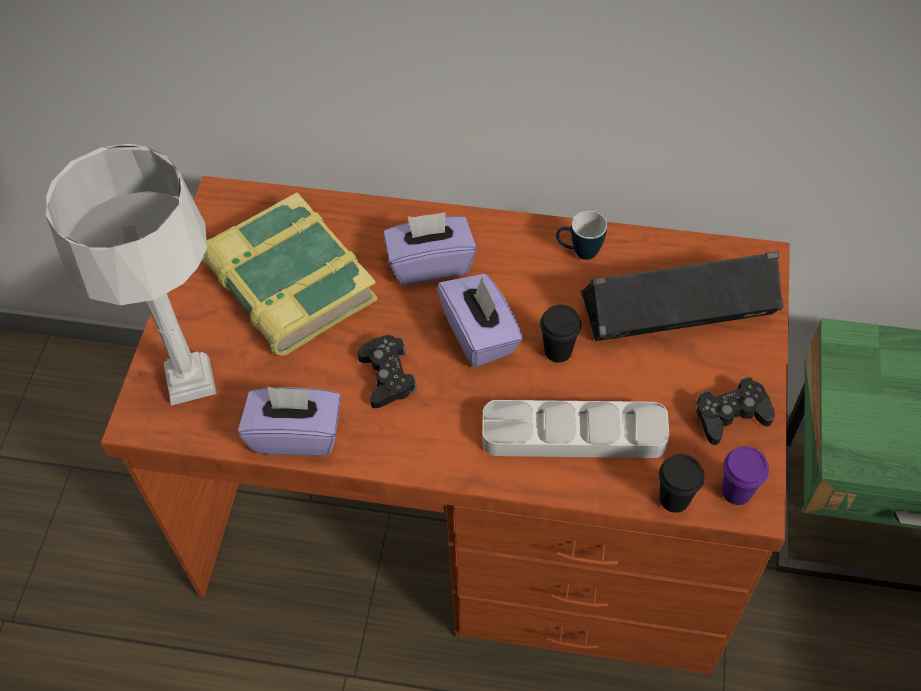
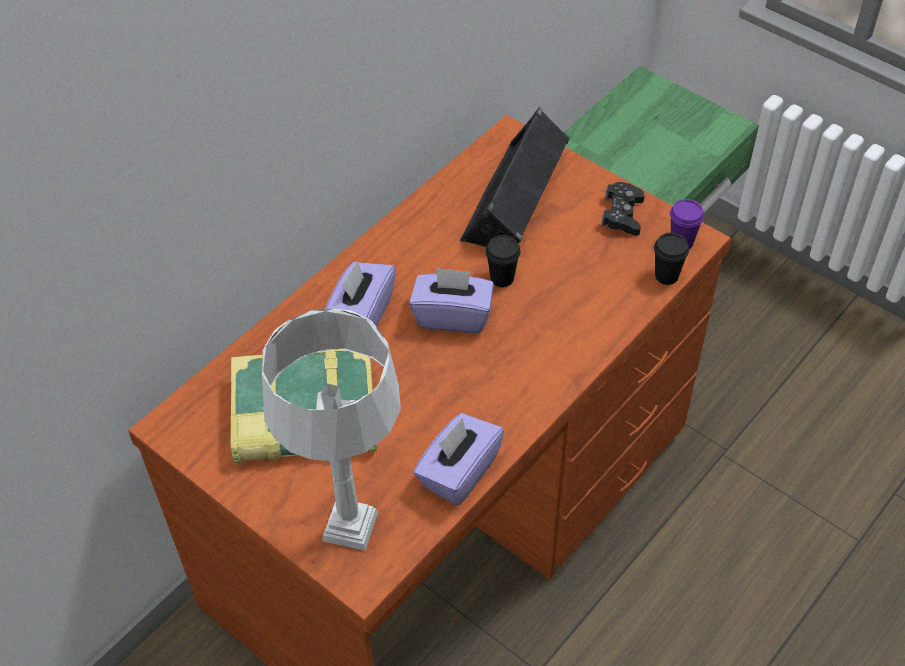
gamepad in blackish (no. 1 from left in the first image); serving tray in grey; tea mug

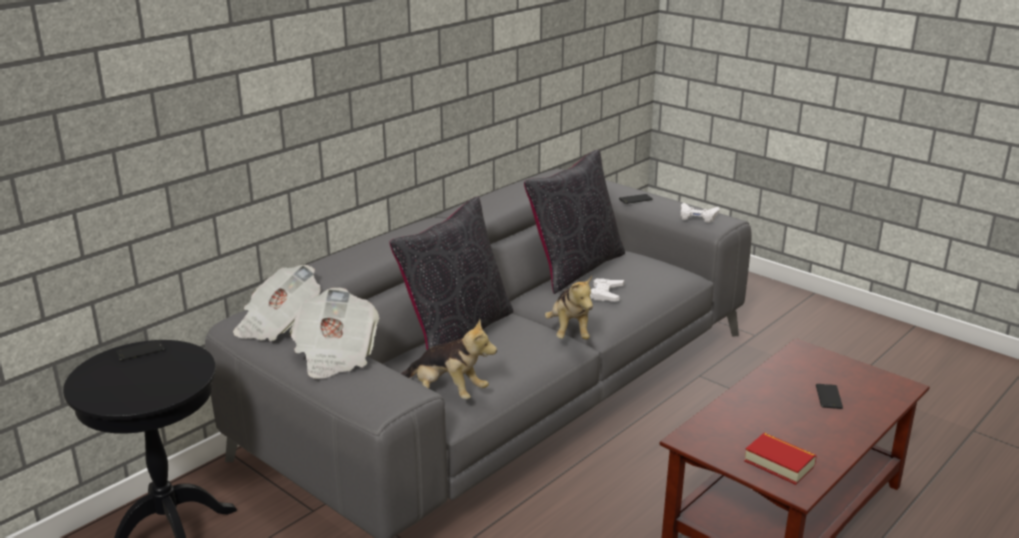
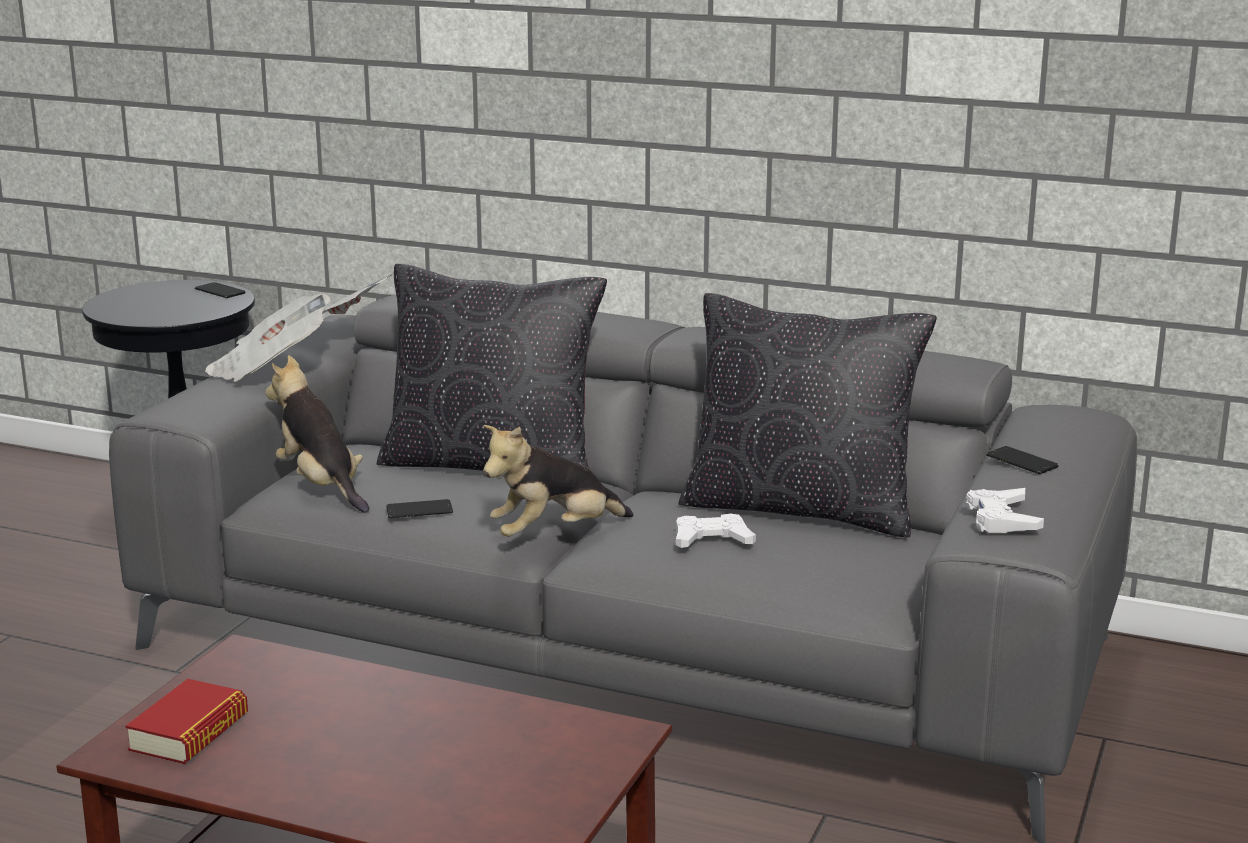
cuddly toy (no. 1 from left); telephone (no. 2 from left)

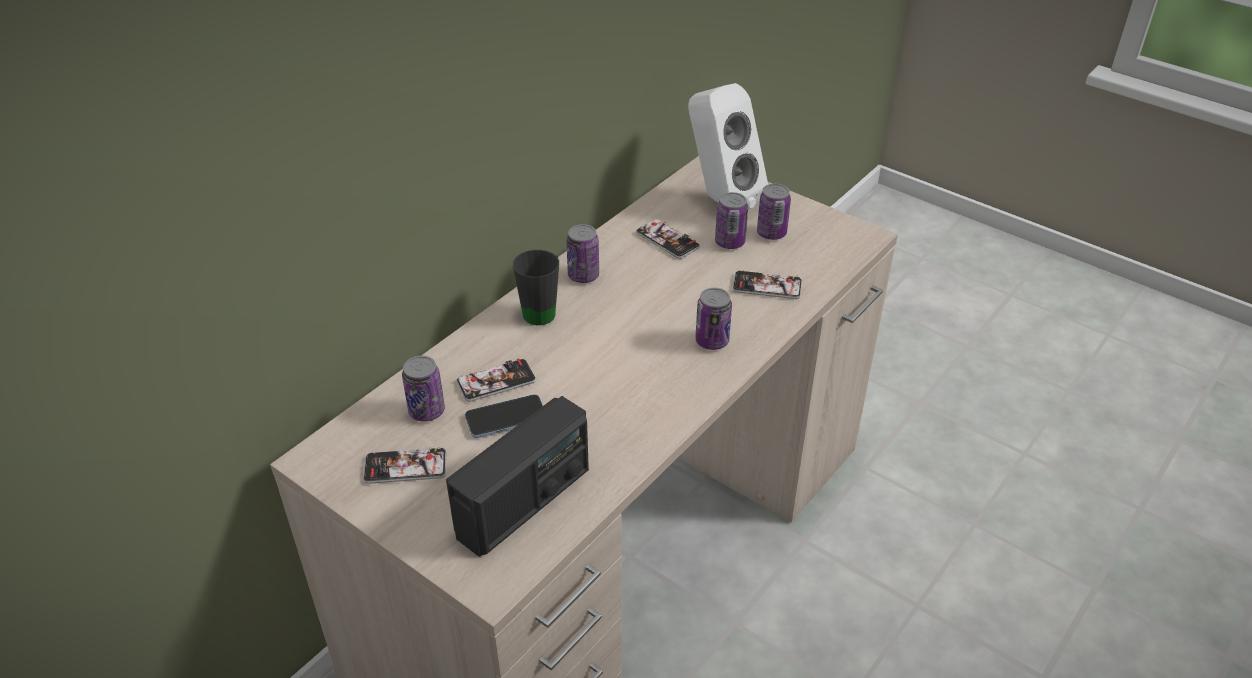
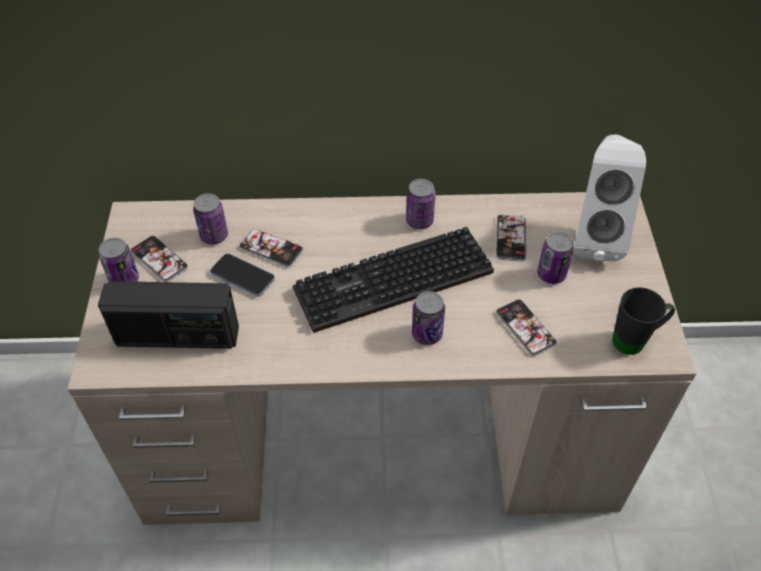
tea mug in blackish; metal can (no. 1 from left); keyboard

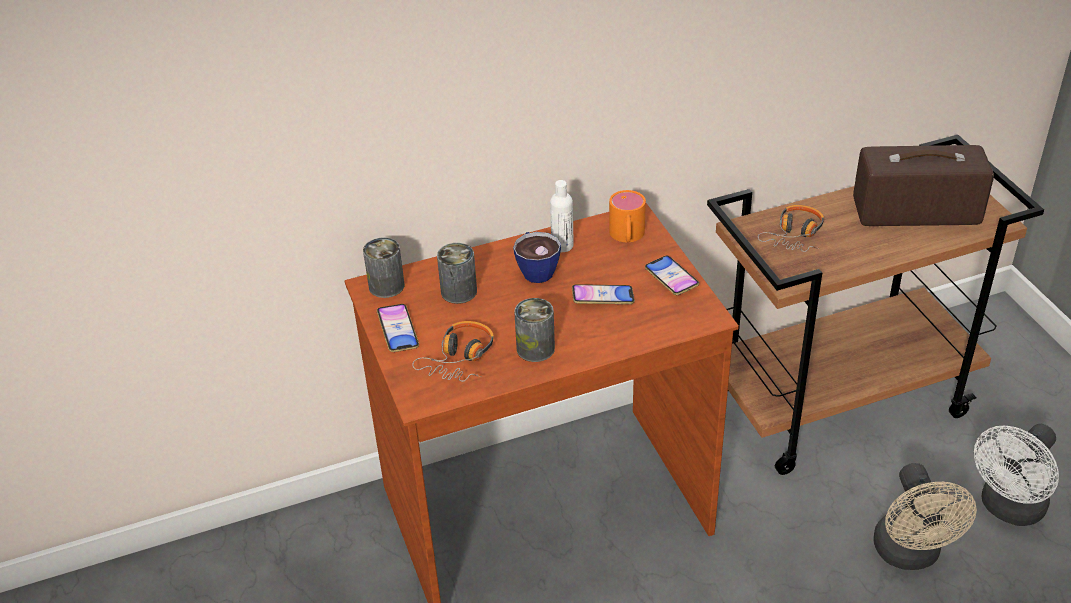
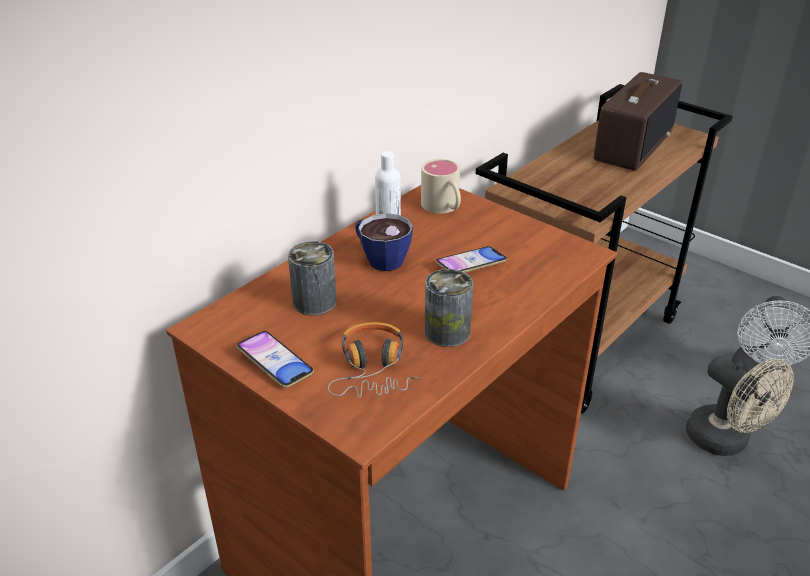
metal can (no. 1 from left in the first image); tea mug in beige; telephone (no. 3 from left in the first image); headphones (no. 2 from left in the first image); radio set

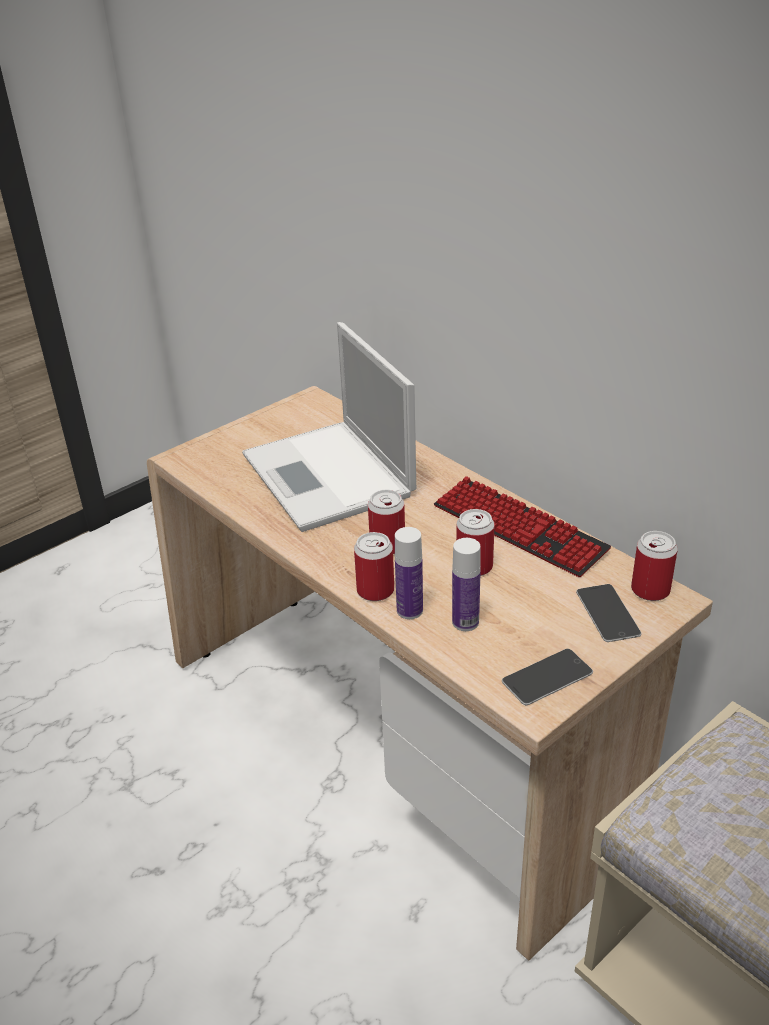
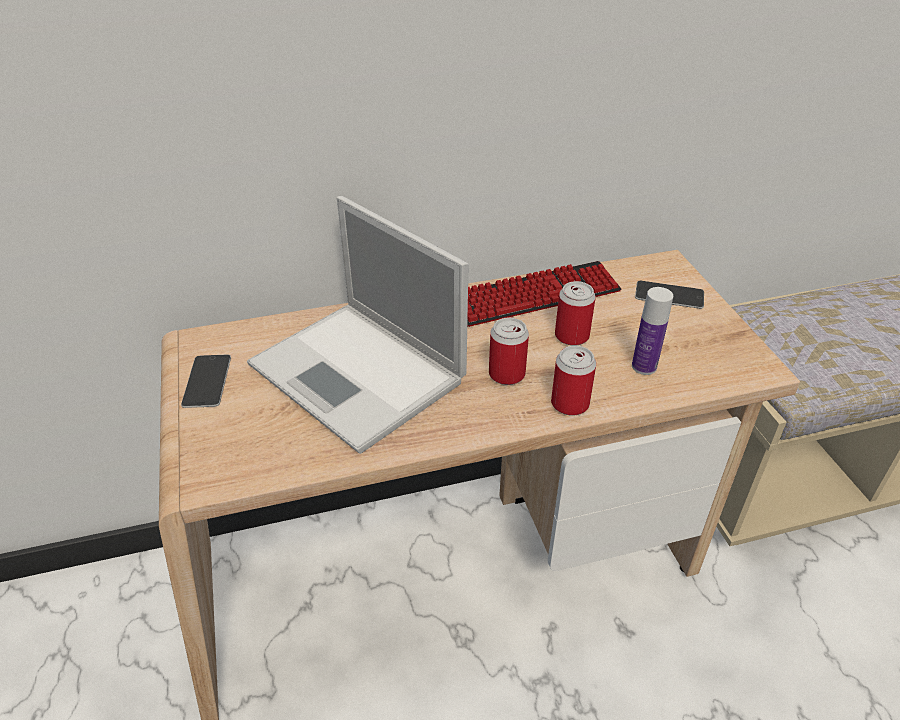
laptop; drink bottle (no. 1 from left in the first image); telephone (no. 1 from left); metal can (no. 4 from left in the first image)

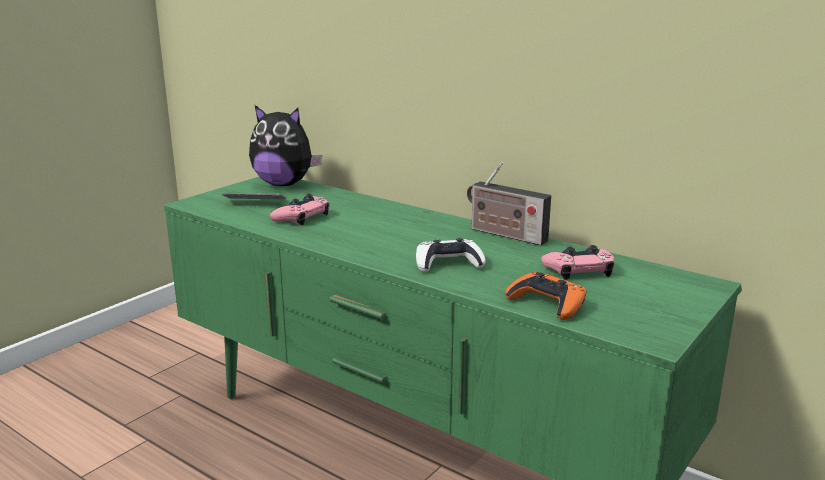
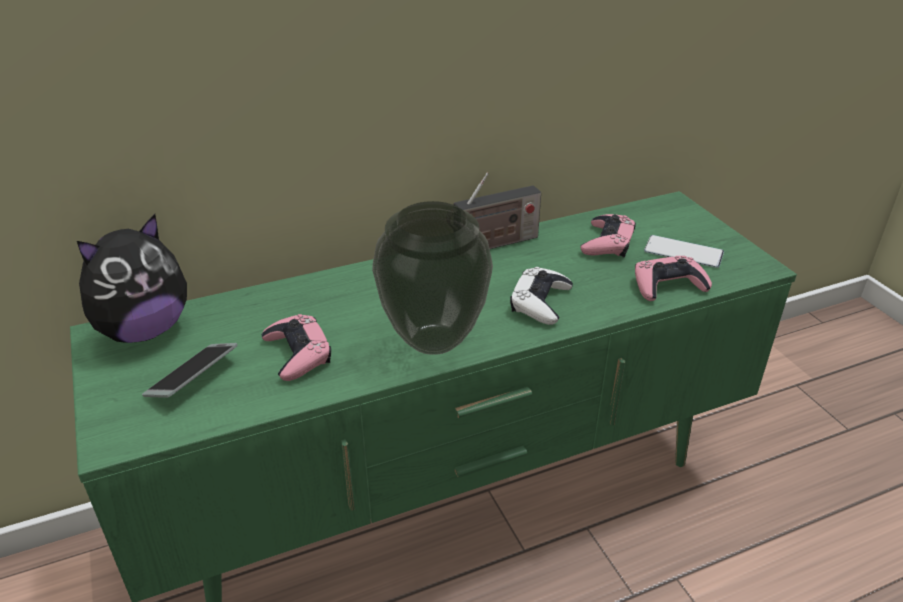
gamepad in pink-coloured (no. 3 from left); decorative vase; telephone (no. 2 from left)

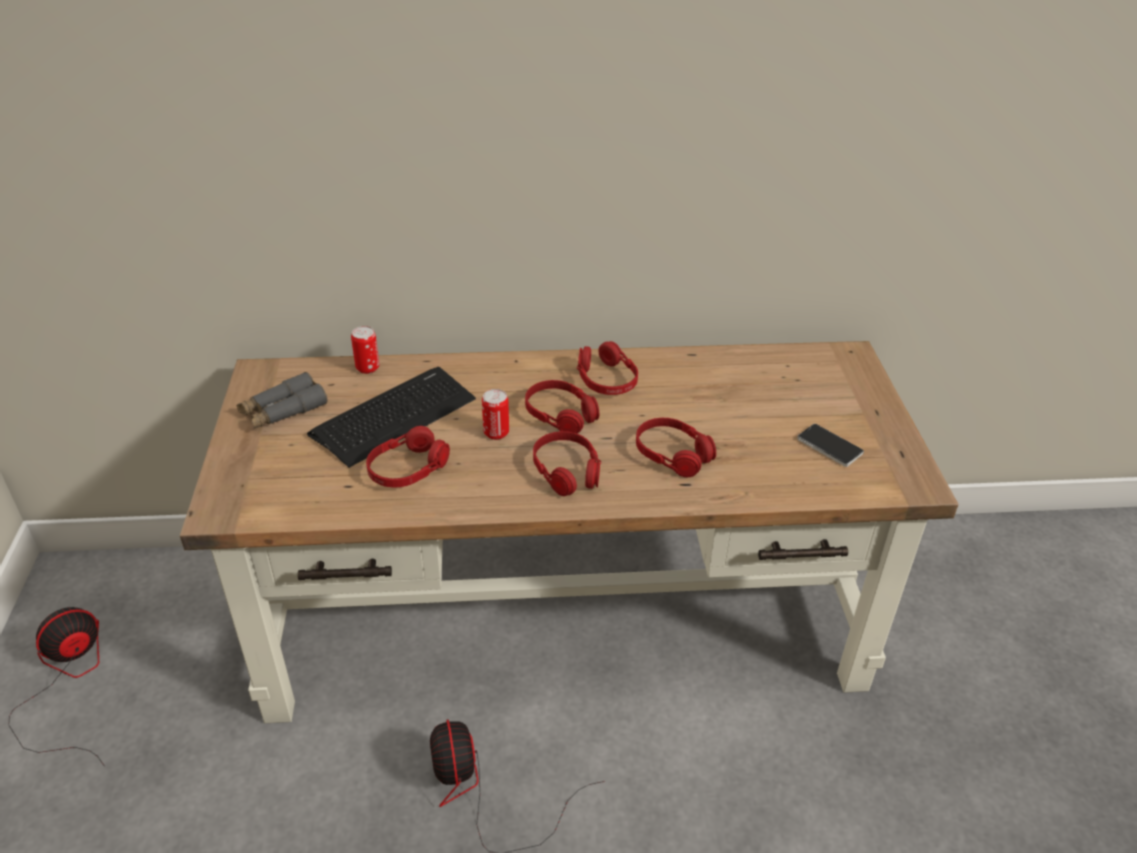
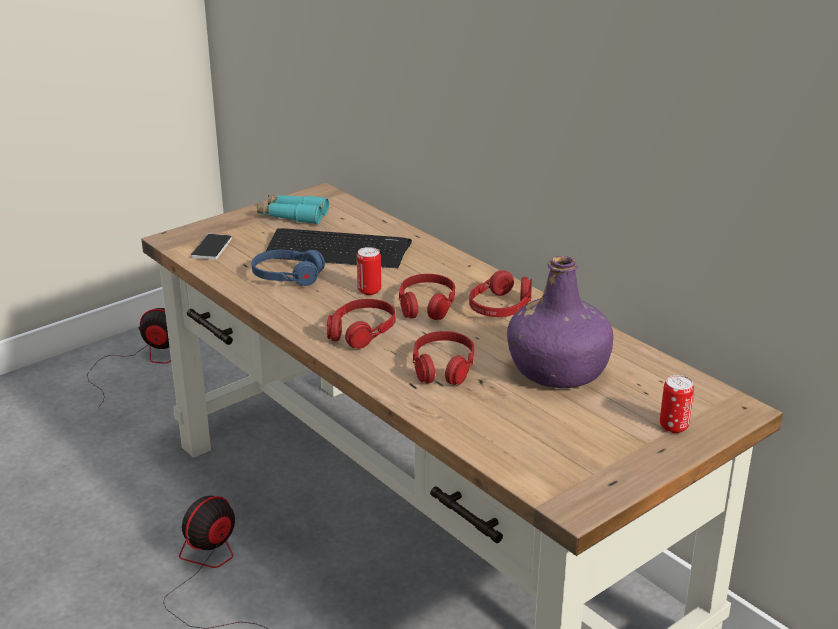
field glasses in blue-green; metal can (no. 2 from left); headphones in blue; telephone; drink bottle in purple-coloured

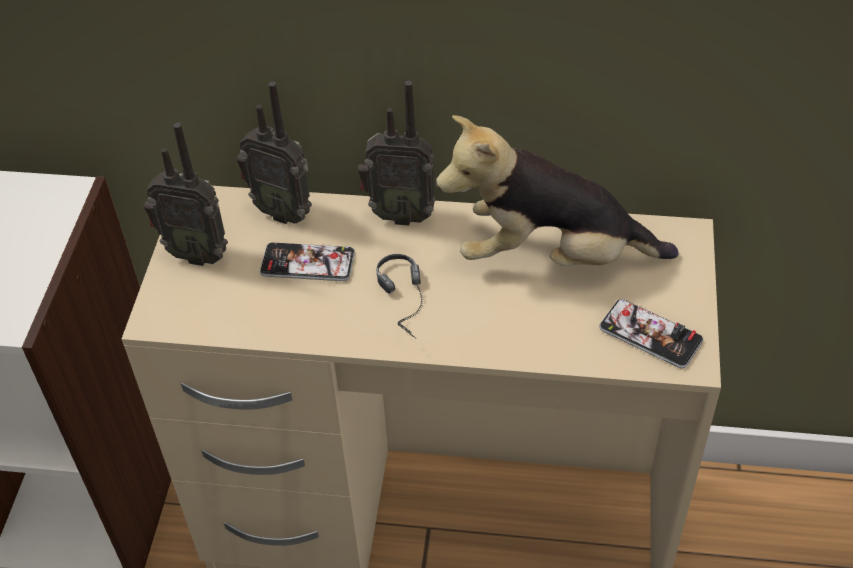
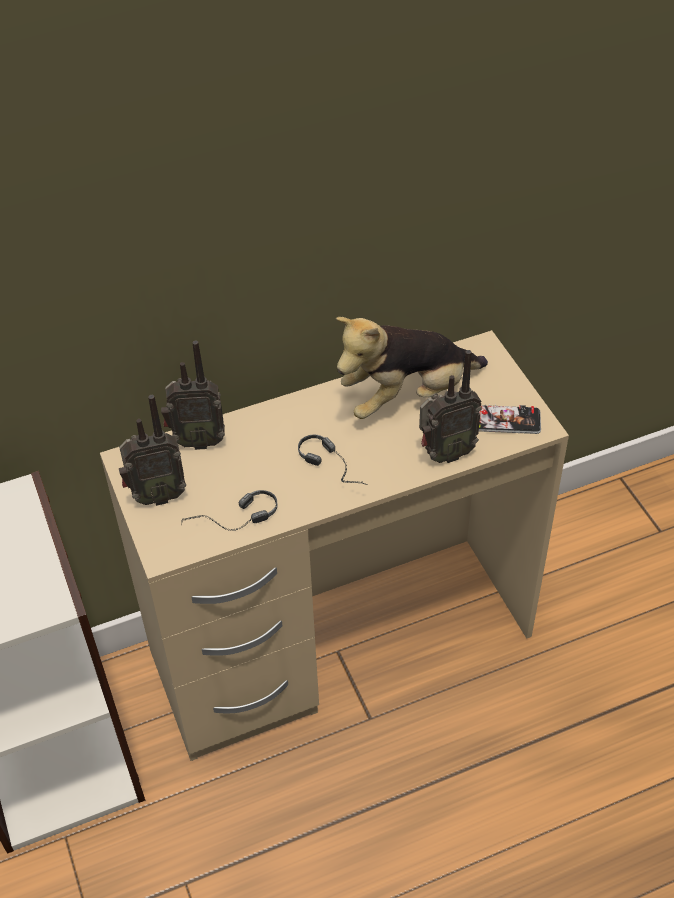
telephone (no. 1 from left in the first image); radio set (no. 3 from left); headphones (no. 1 from left)

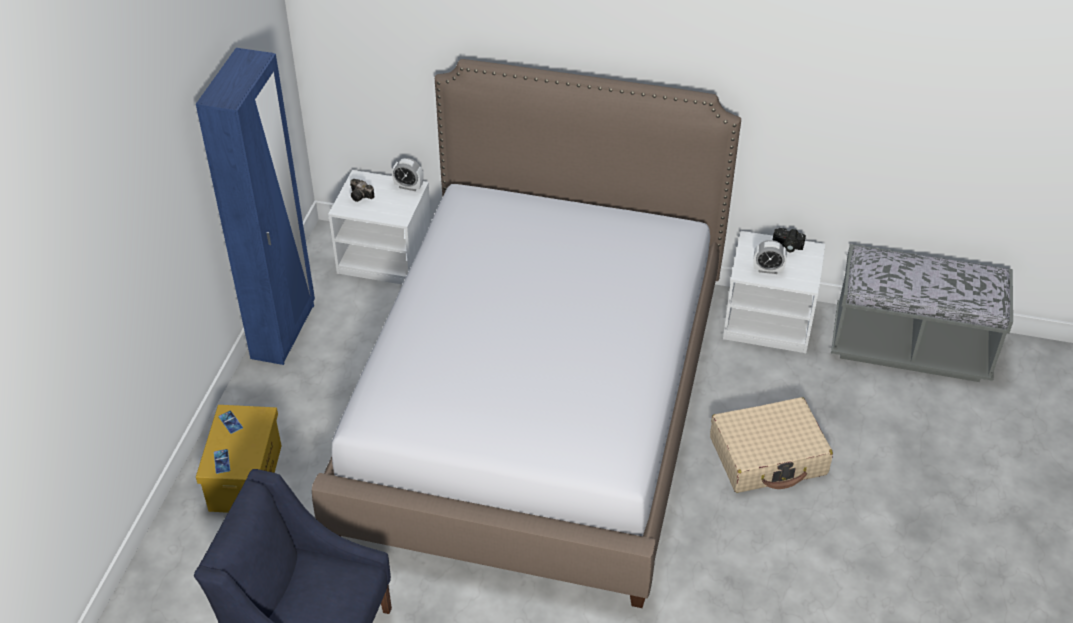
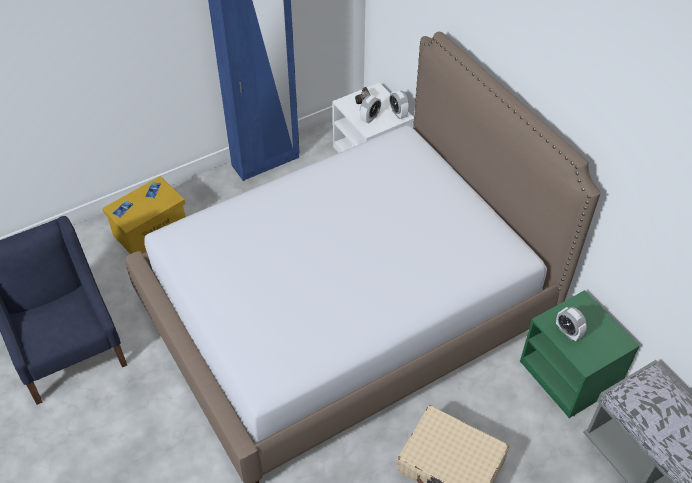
nightstand in green-coloured; photo camera (no. 2 from left in the first image); alarm clock (no. 1 from left)

